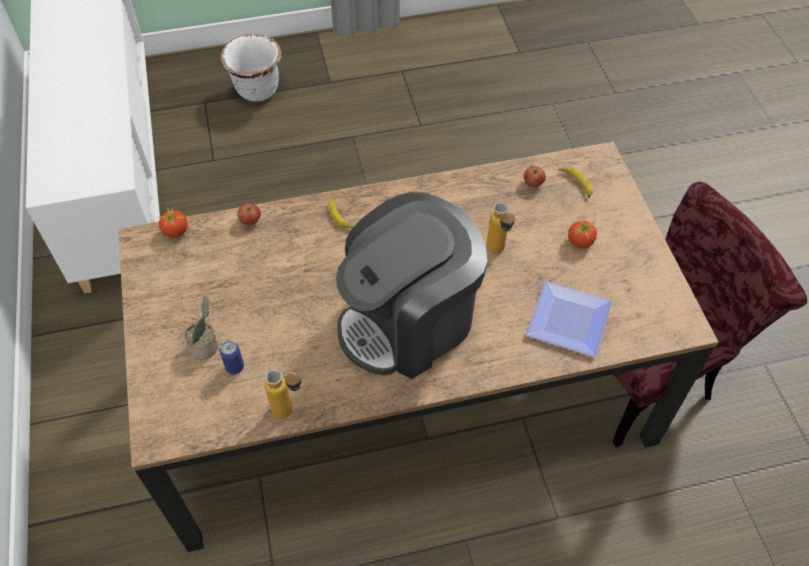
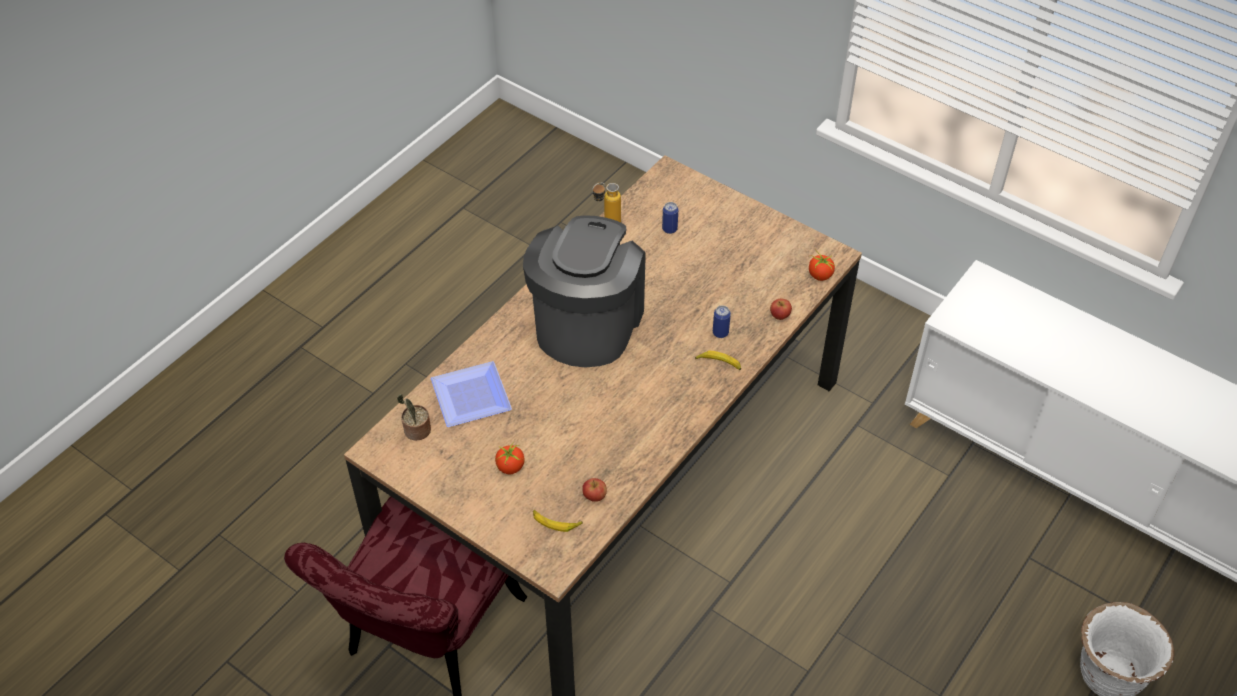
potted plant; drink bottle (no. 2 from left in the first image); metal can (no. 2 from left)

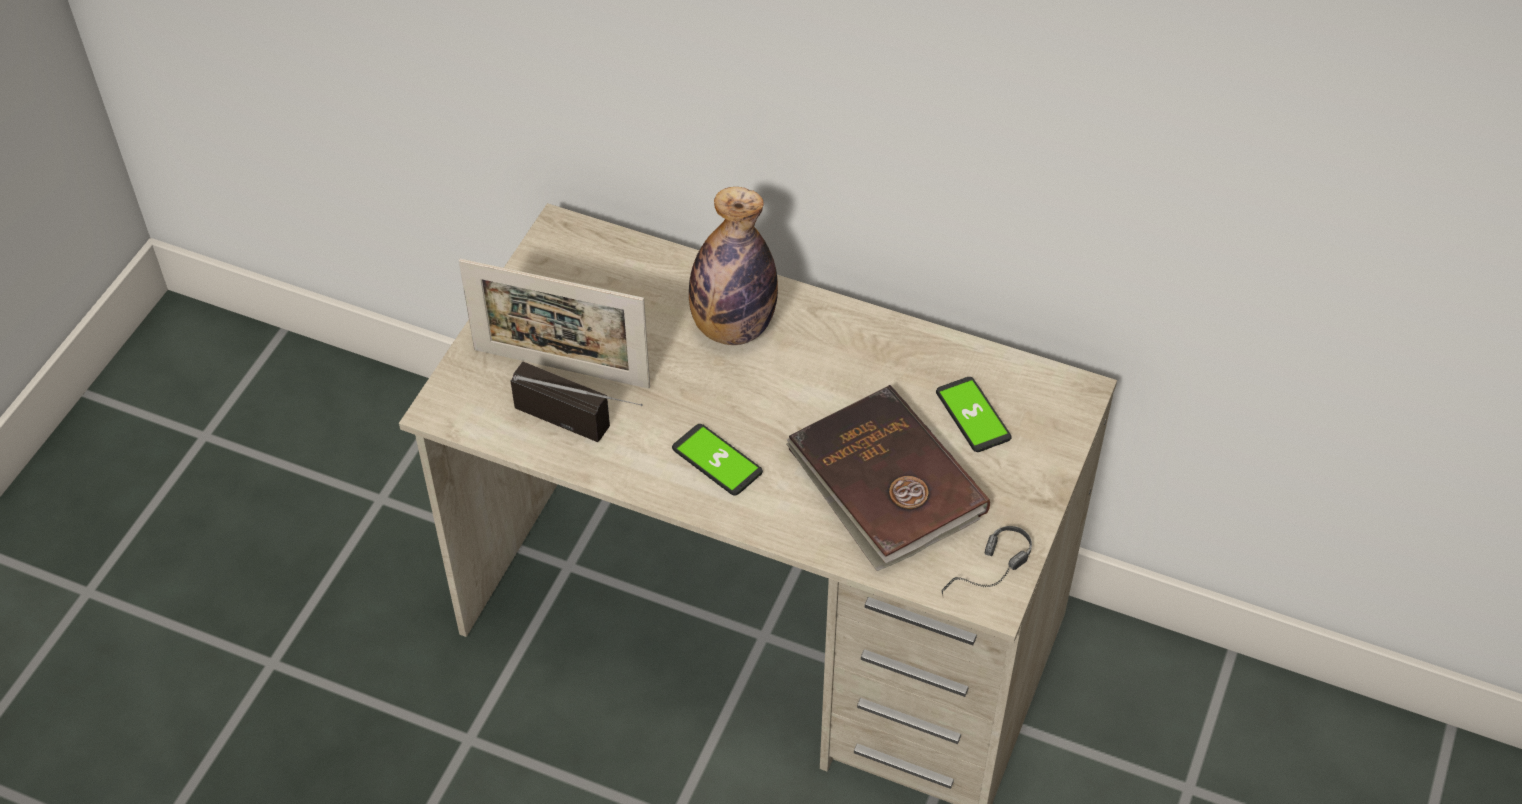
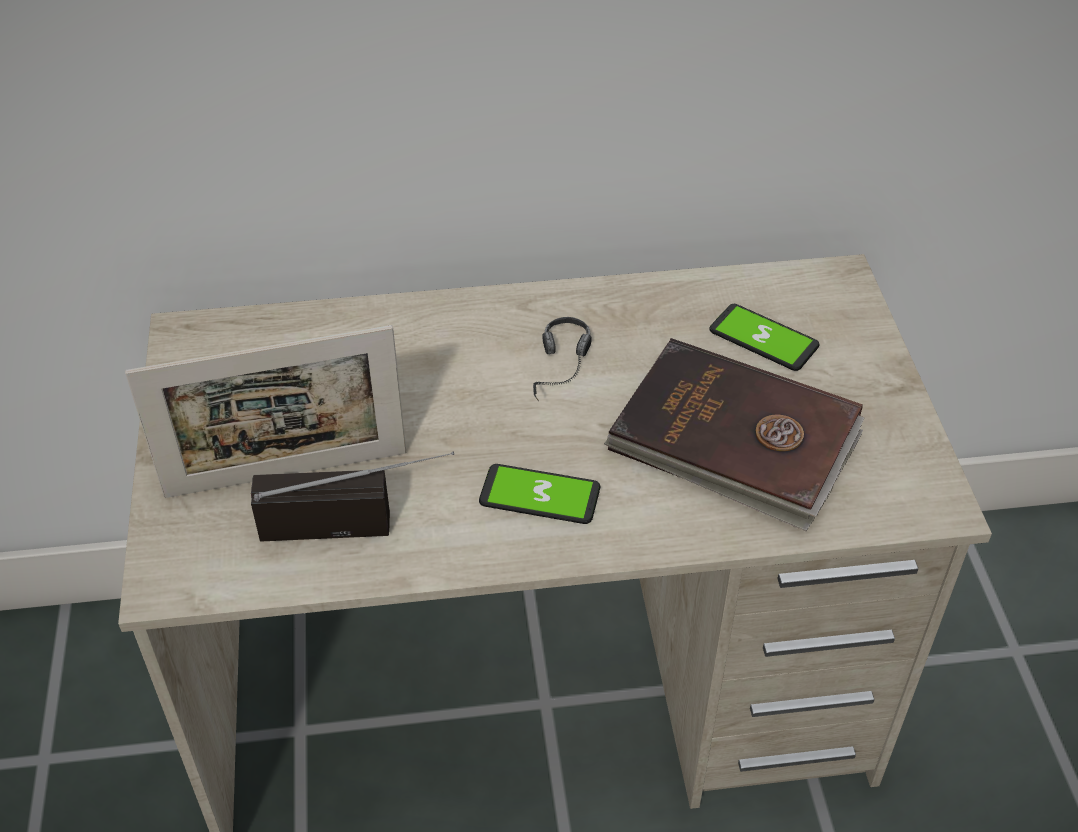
drink bottle; headphones

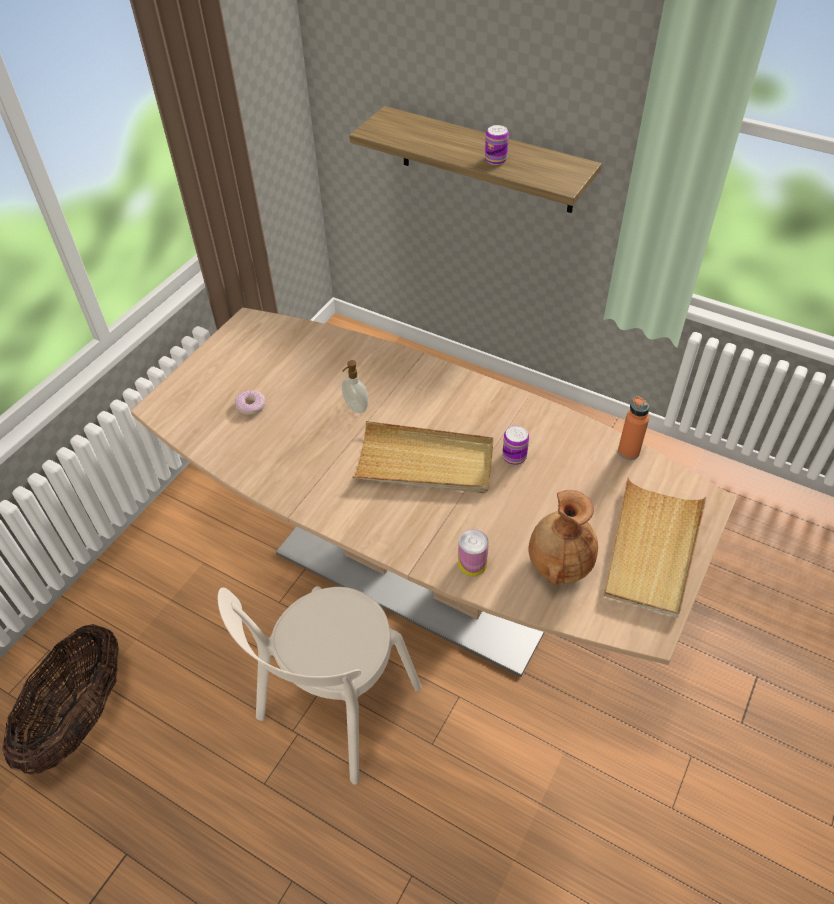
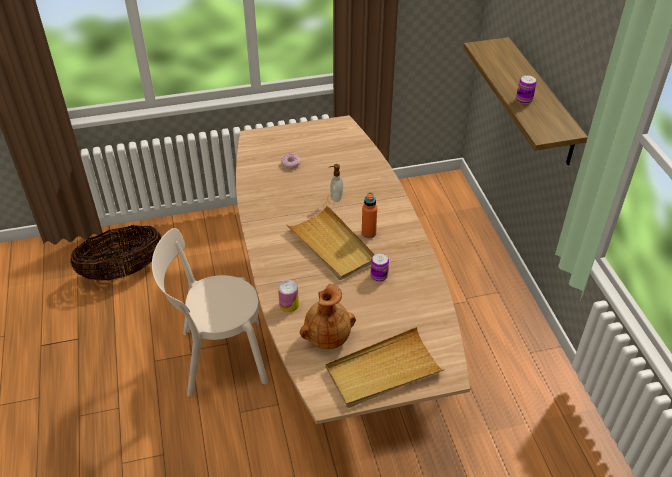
drink bottle in orange

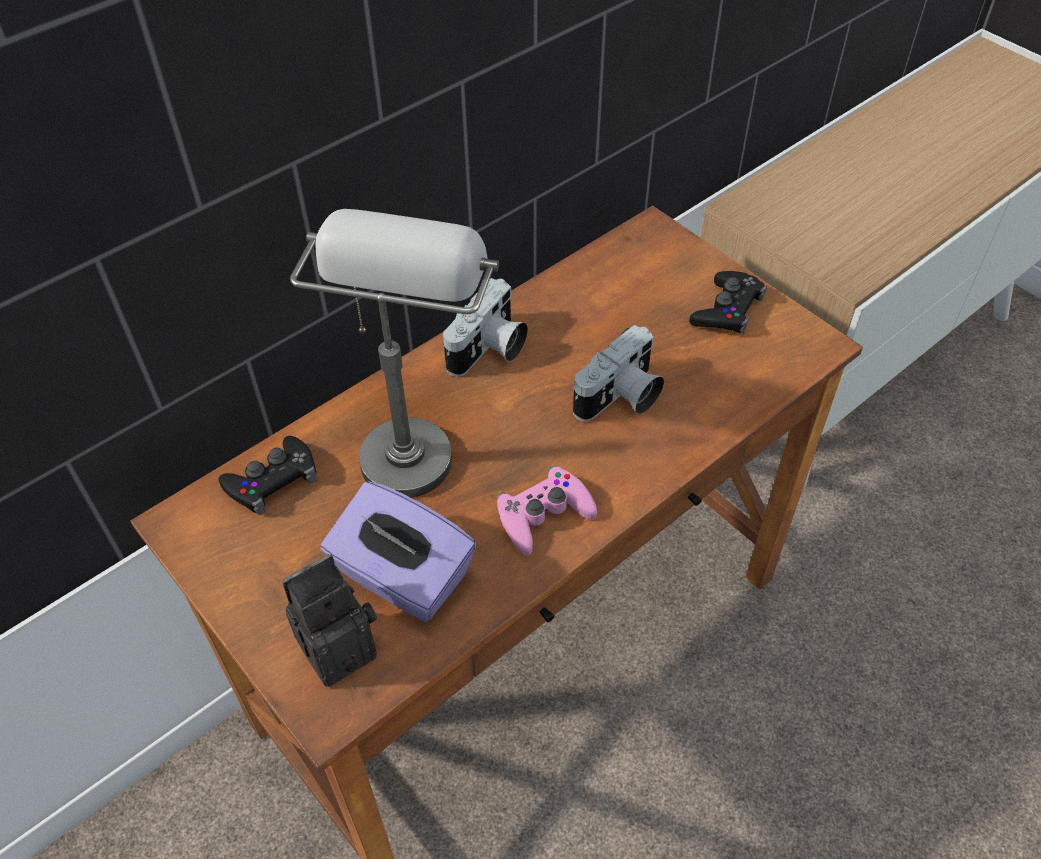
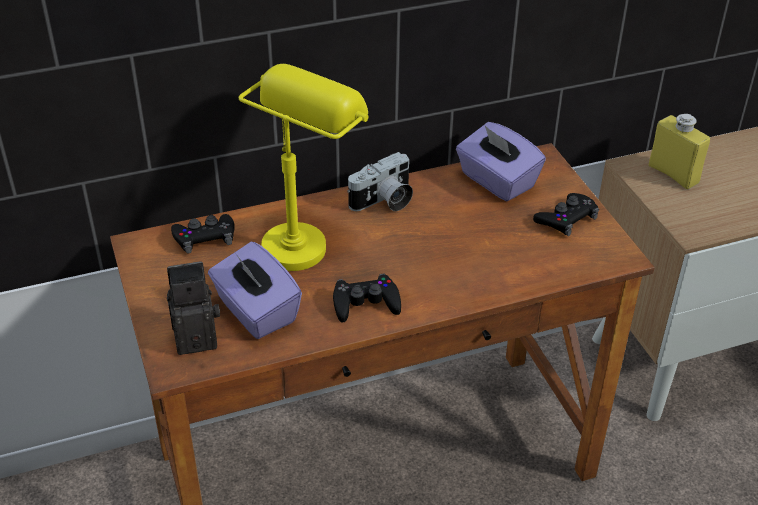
table lamp in yellow-coloured; gamepad in blackish (no. 2 from left); photo camera (no. 3 from left in the first image); tissue holder in purple-coloured (no. 2 from left); drink bottle in yellow-coloured

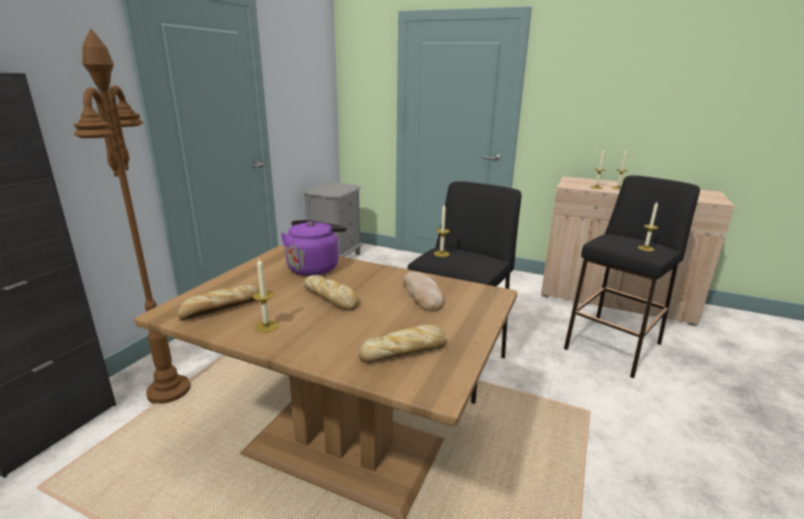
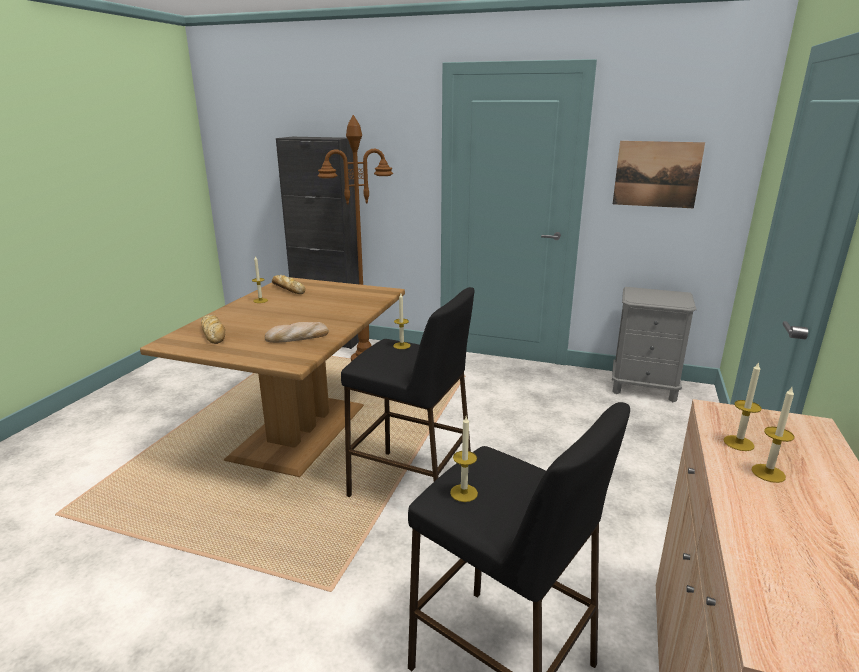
water kettle in purple-coloured; bakery bread (no. 2 from left in the first image); wall art

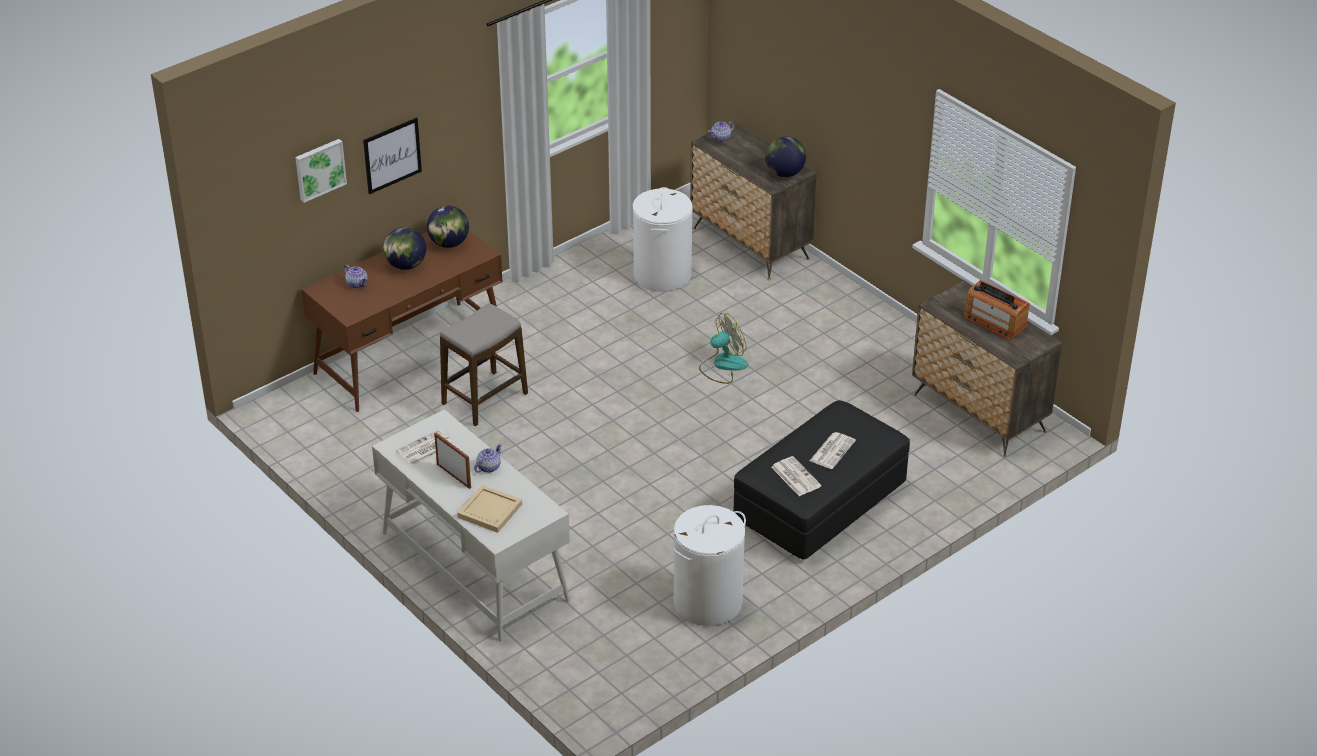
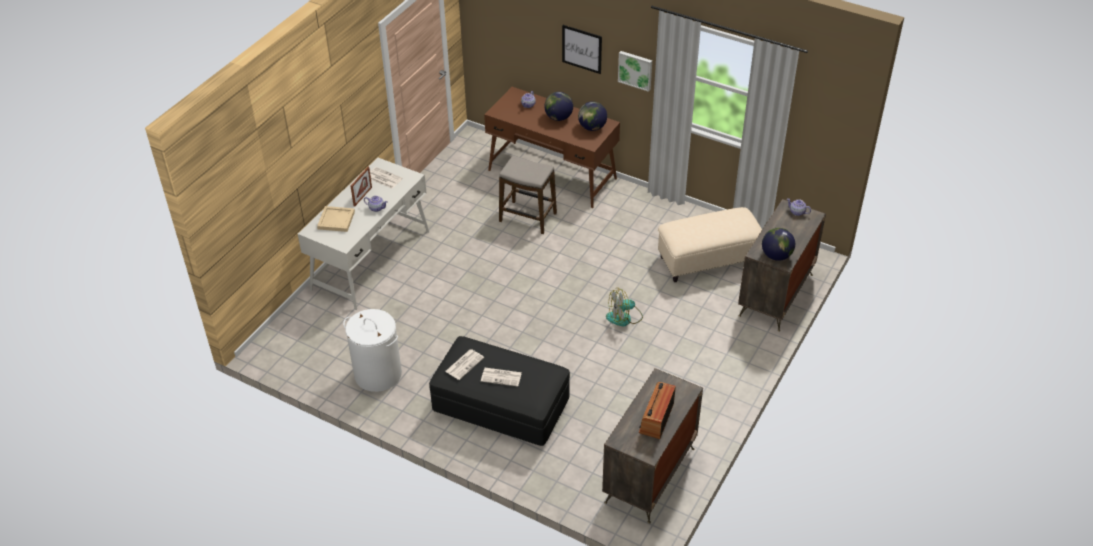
wall art (no. 2 from left); footrest in beige; electric fan

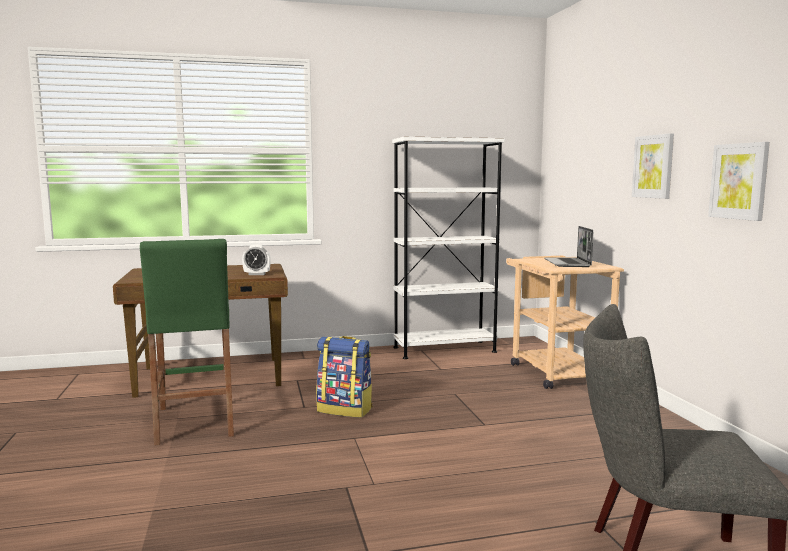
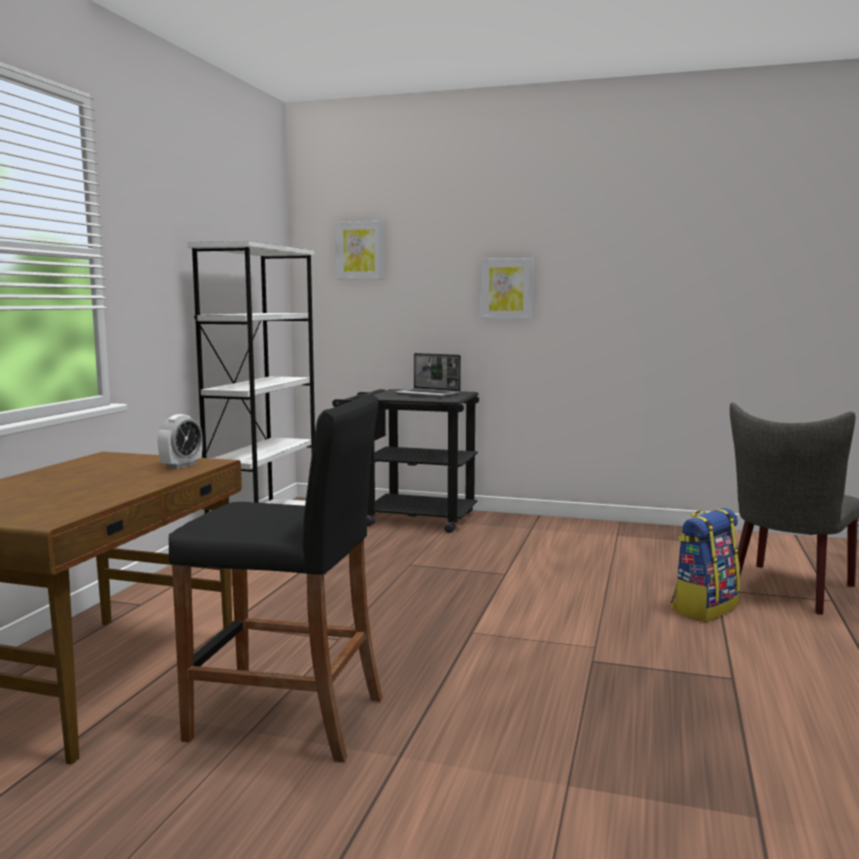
sitting stool in blackish; rucksack; trolley in blackish; wall art (no. 1 from left)

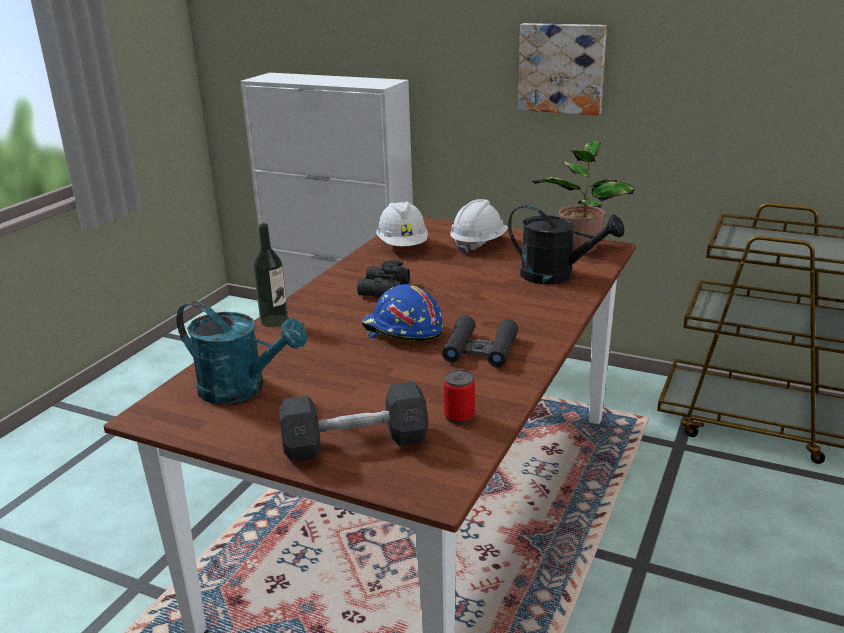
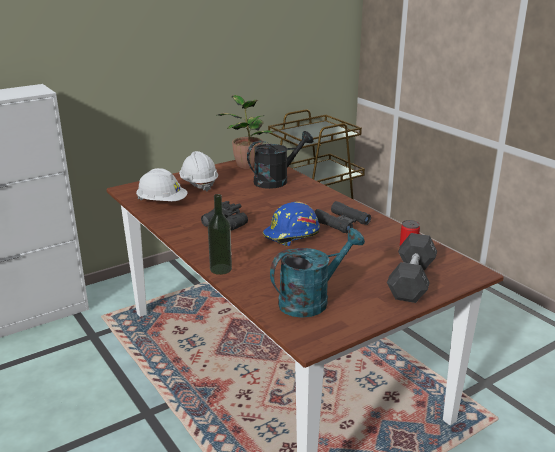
wall art

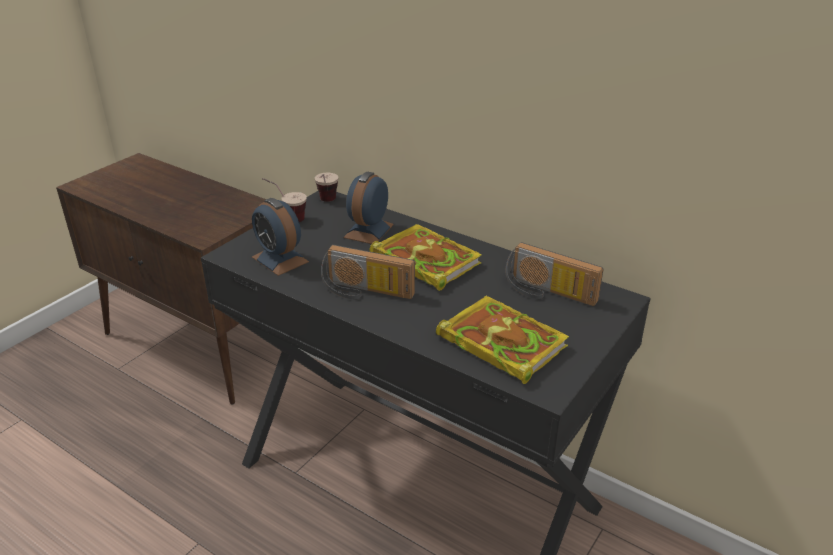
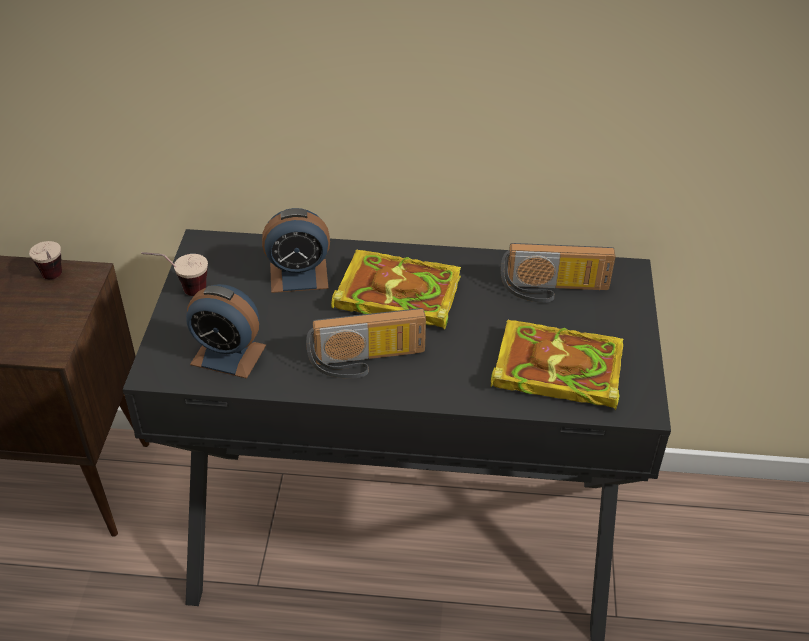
drinking cup (no. 1 from left); alarm clock (no. 2 from left)

